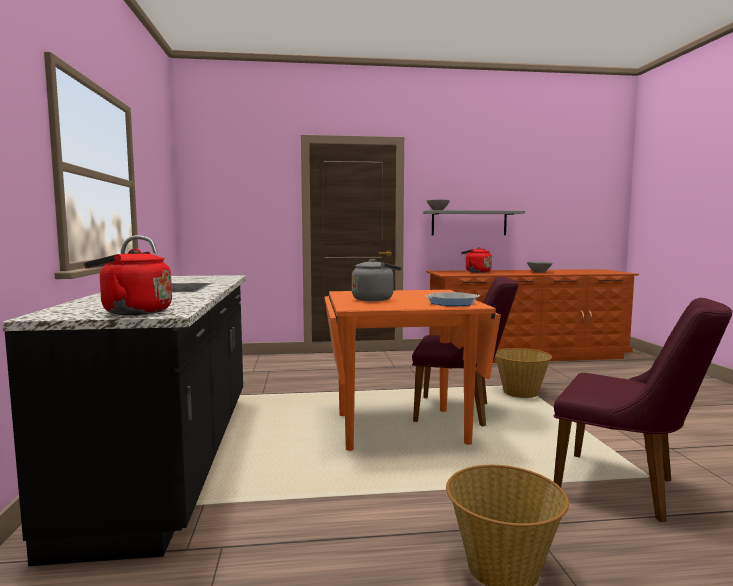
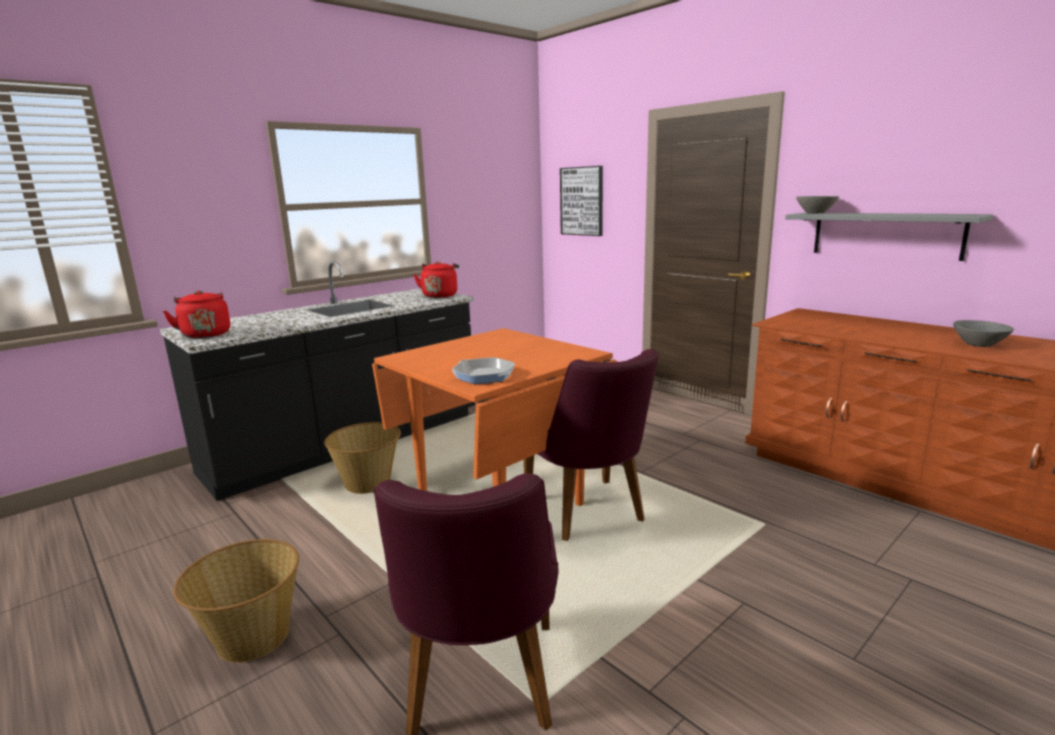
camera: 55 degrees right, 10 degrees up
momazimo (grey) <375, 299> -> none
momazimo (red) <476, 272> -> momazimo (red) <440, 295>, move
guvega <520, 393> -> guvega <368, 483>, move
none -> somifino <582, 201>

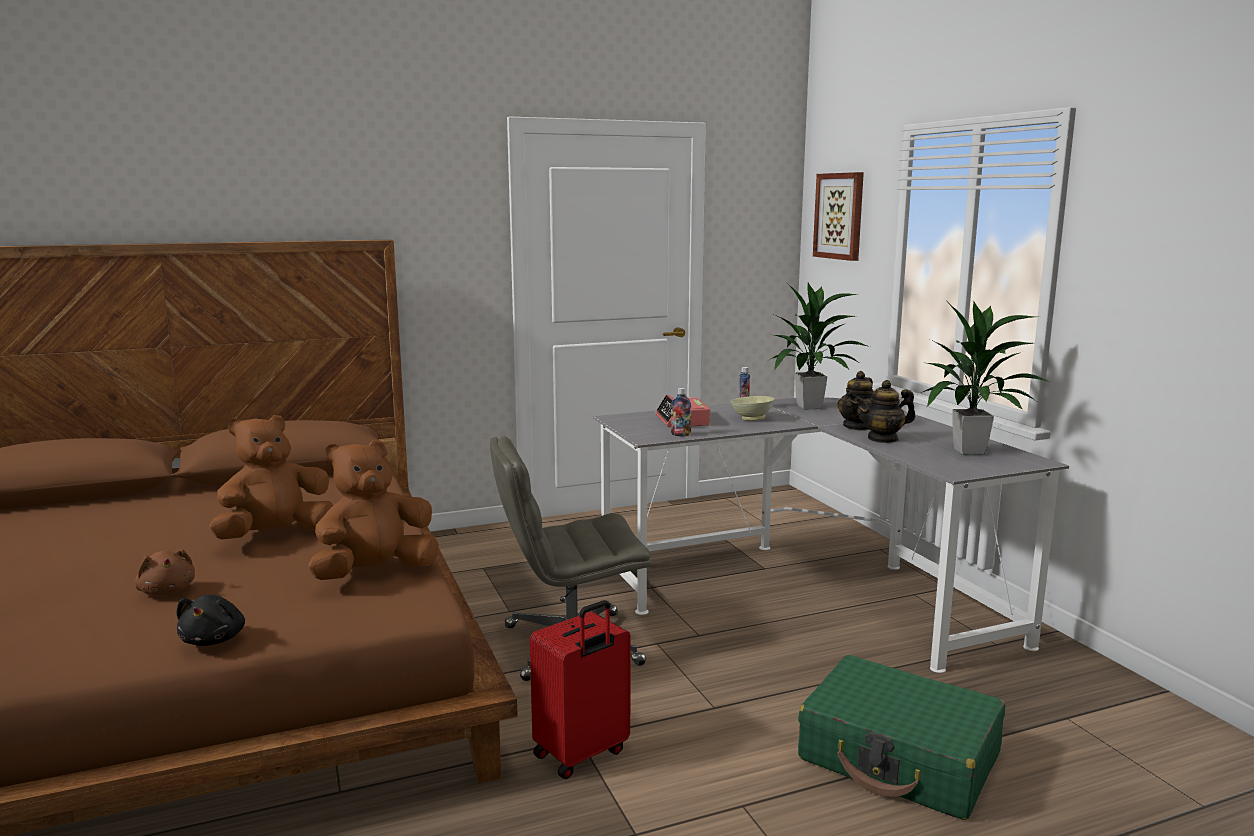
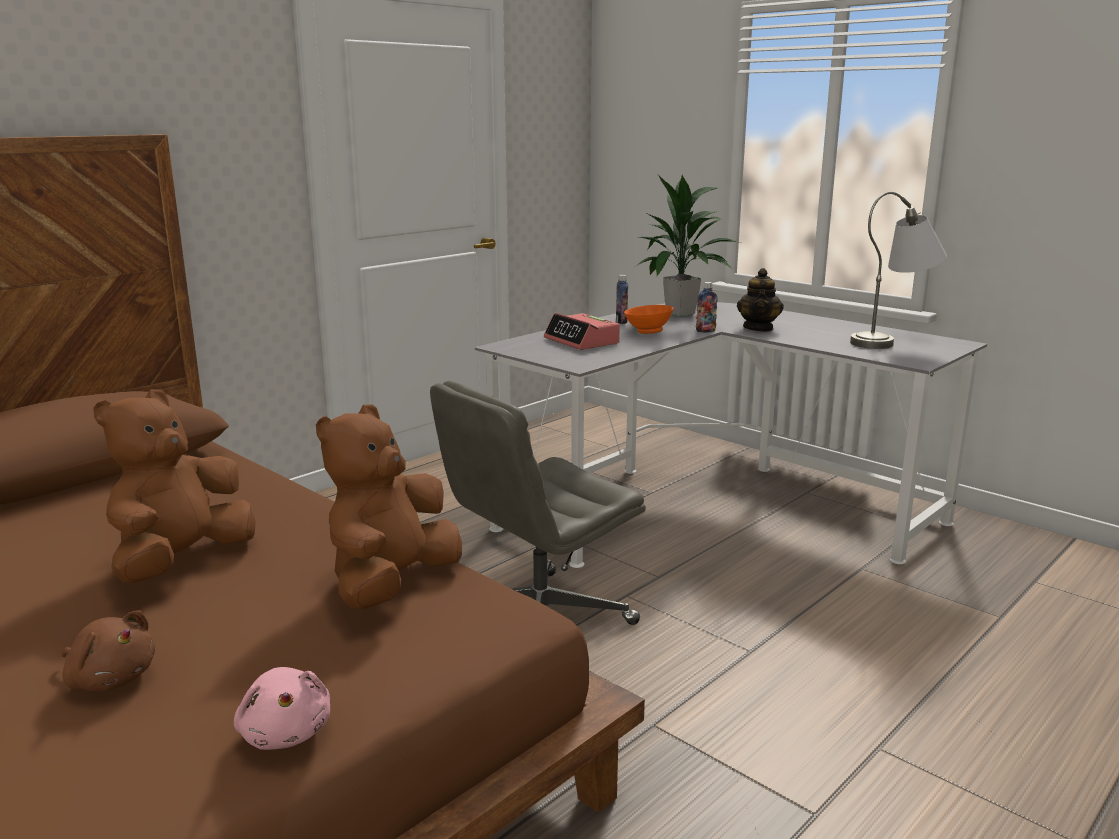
camera: 25 degrees left, 5 degrees up
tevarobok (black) <214, 640> -> tevarobok (pink) <286, 732>
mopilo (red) <582, 754> -> none
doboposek <680, 435> -> doboposek <705, 331>, move
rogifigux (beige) <751, 419> -> rogifigux (orange) <647, 331>
mopilo (green) <899, 758> -> none
somifino <840, 216> -> none
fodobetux <883, 439> -> none
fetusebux <971, 451> -> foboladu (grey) <893, 340>

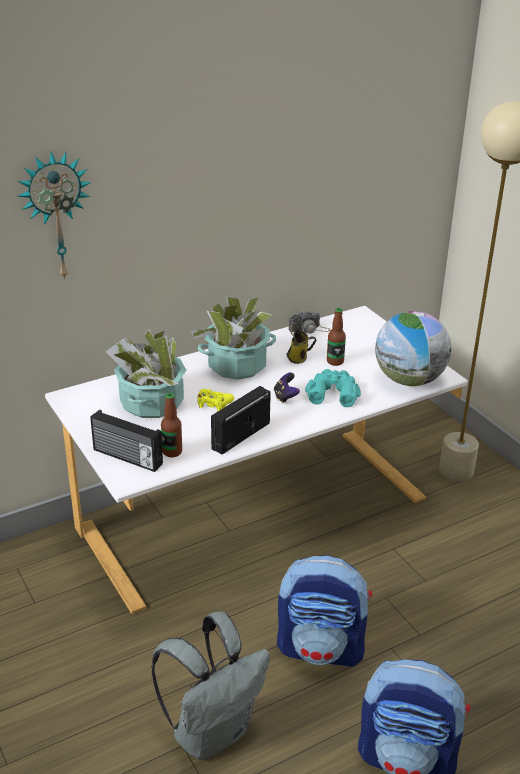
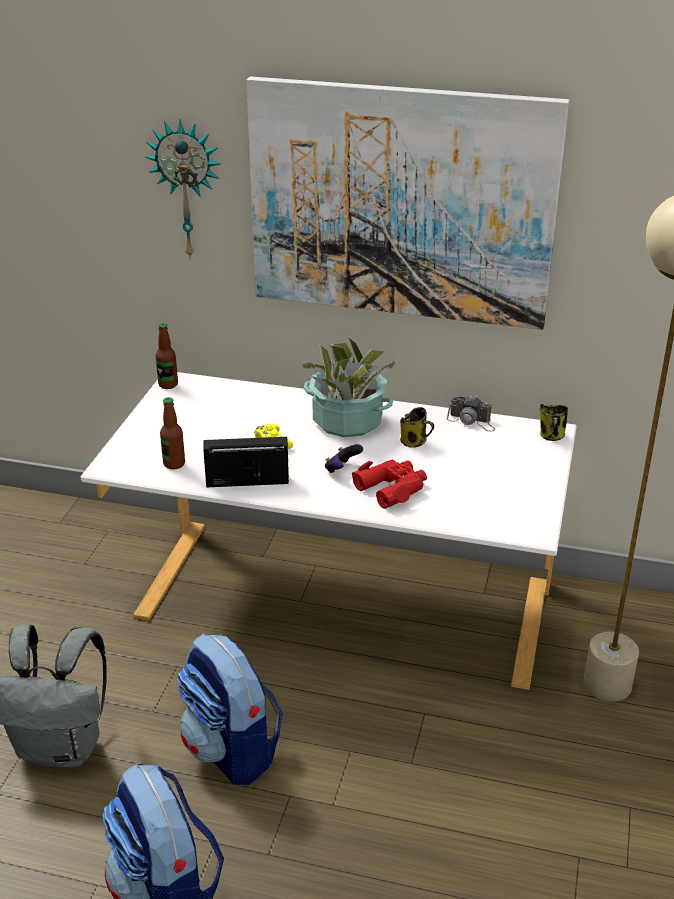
camera: 45 degrees right, 0 degrees up
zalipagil <127, 458> -> none
fetusebux <151, 403> -> none
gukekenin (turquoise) <333, 392> -> gukekenin (red) <392, 488>
doboposek <335, 361> -> doboposek <168, 384>, move
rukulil <409, 380> -> none
none -> somifino <401, 204>
none -> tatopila <552, 436>

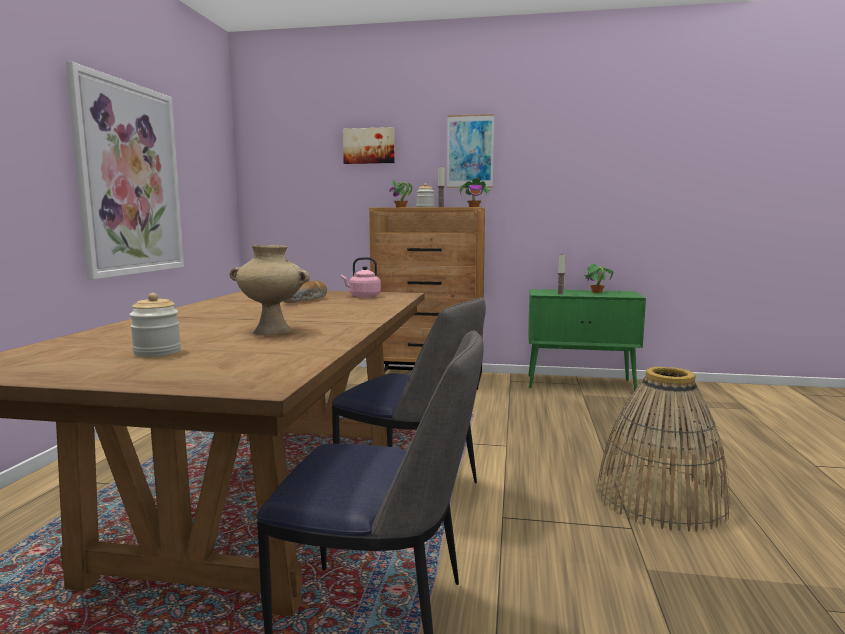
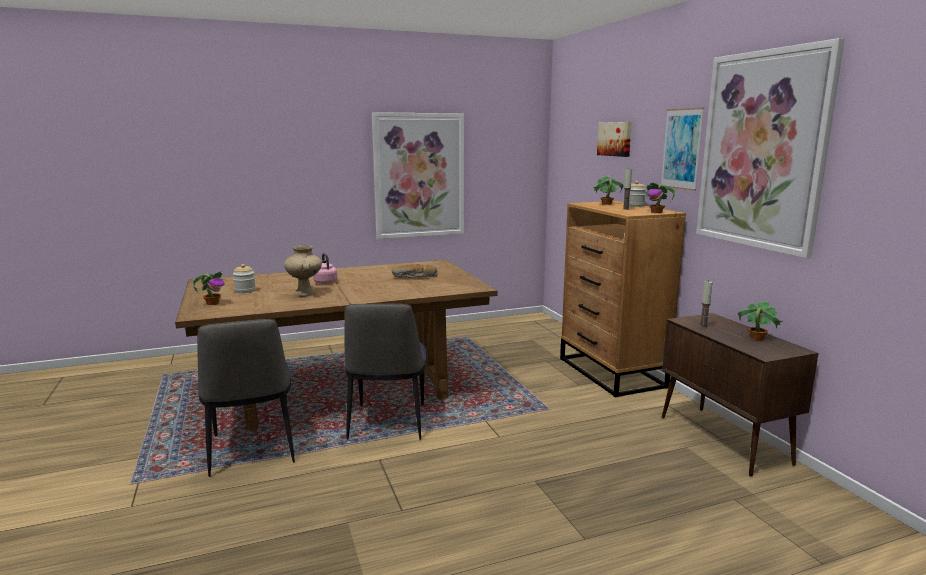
camera: 60 degrees right, 5 degrees up
momazimo (pink) <363, 296> -> momazimo (pink) <325, 282>, move
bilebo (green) <581, 384> -> bilebo (brown) <724, 440>
guvega <660, 498> -> none
none -> fetusebux <212, 303>
none -> somifino <762, 150>

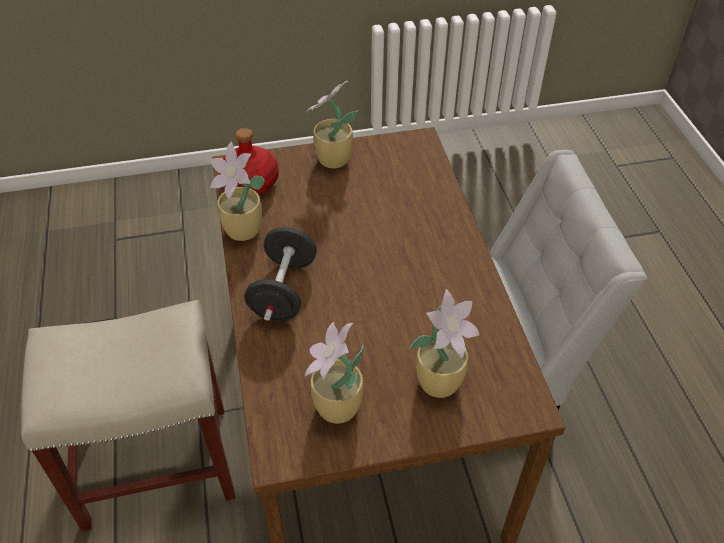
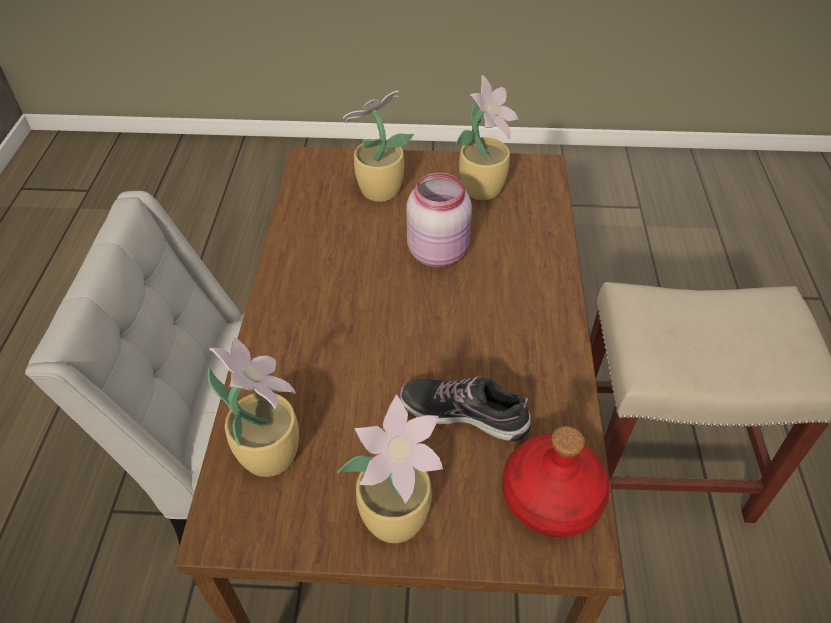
camera: 165 degrees left, 0 degrees up
fetusebux <243, 231> -> fetusebux <270, 452>, move
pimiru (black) <283, 291> -> none
none -> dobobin <464, 413>
none -> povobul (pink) <439, 251>

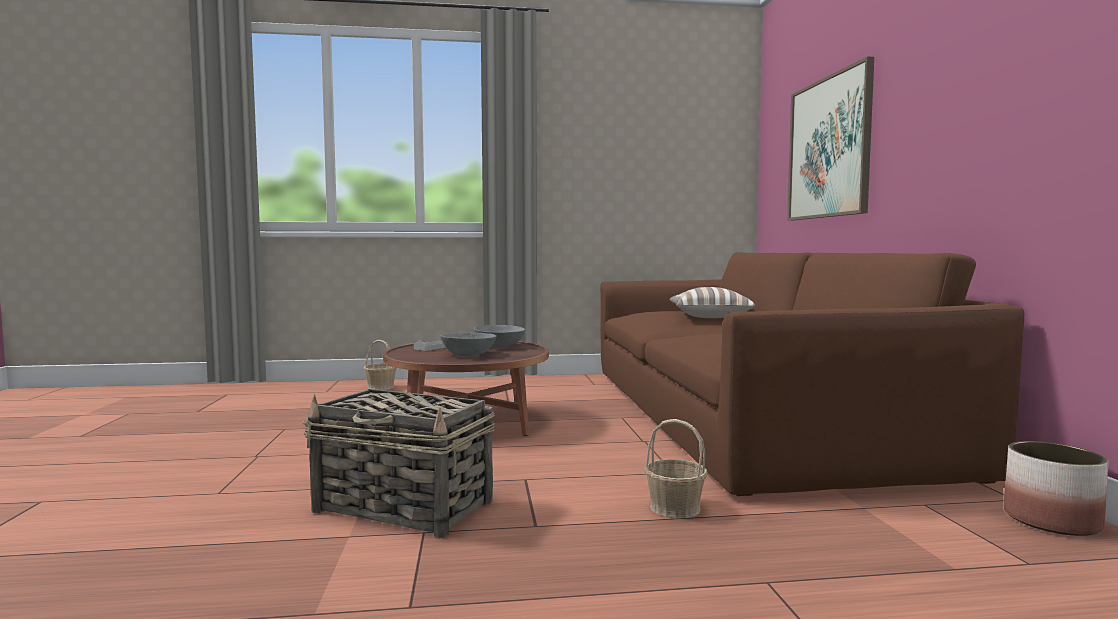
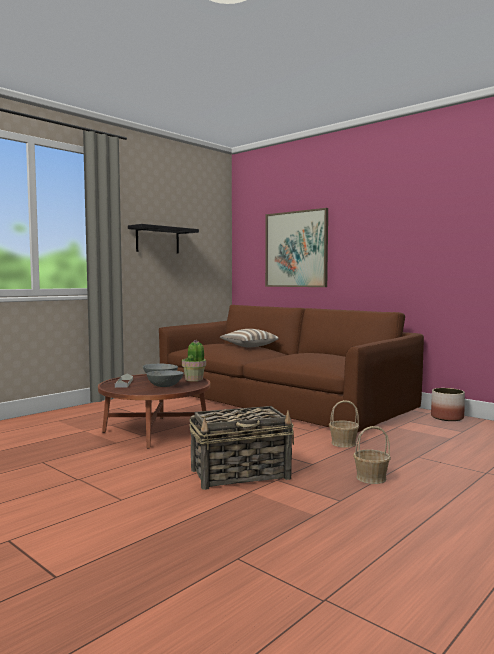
camera: 40 degrees left, 0 degrees up
guvega <380, 387> -> guvega <371, 478>, move
none -> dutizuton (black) <157, 240>
none -> fetusebux <194, 379>

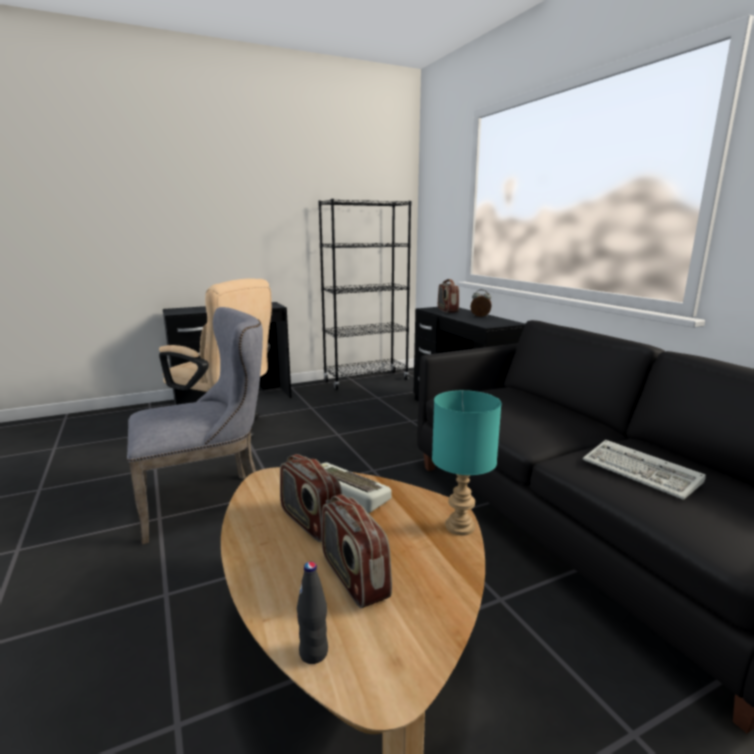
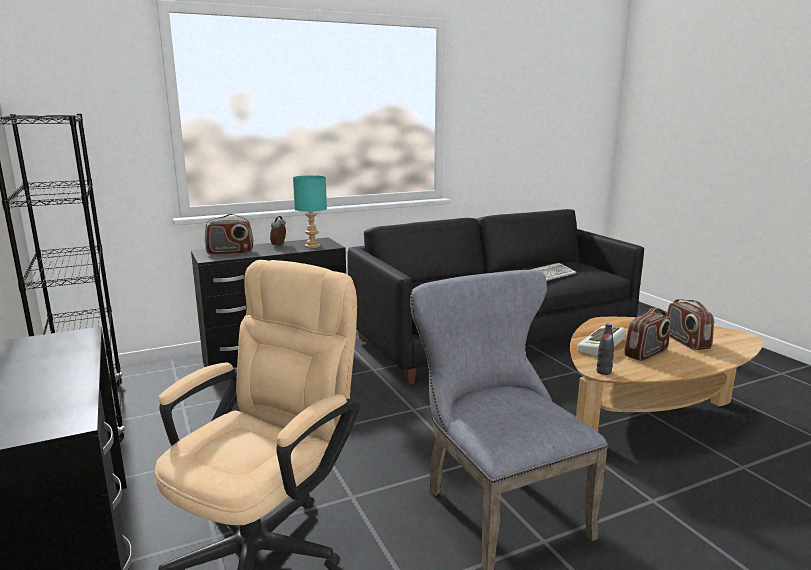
camera: 90 degrees left, 0 degrees up
doboposek (black) <314, 653> -> doboposek (black) <603, 372>, move
zalipagil <353, 577> -> zalipagil <685, 342>, 105 degrees clockwise
foboladu (turquoise) <460, 526> -> foboladu (turquoise) <311, 246>, move

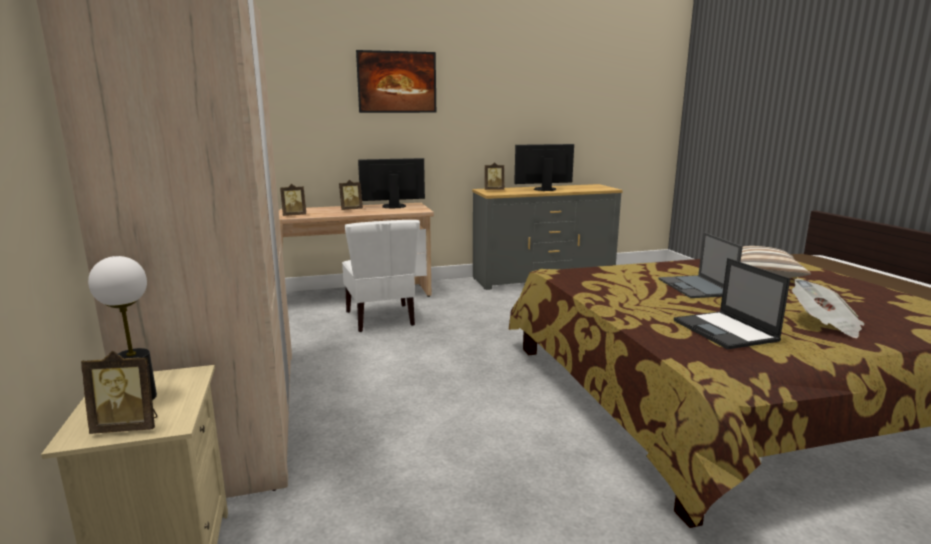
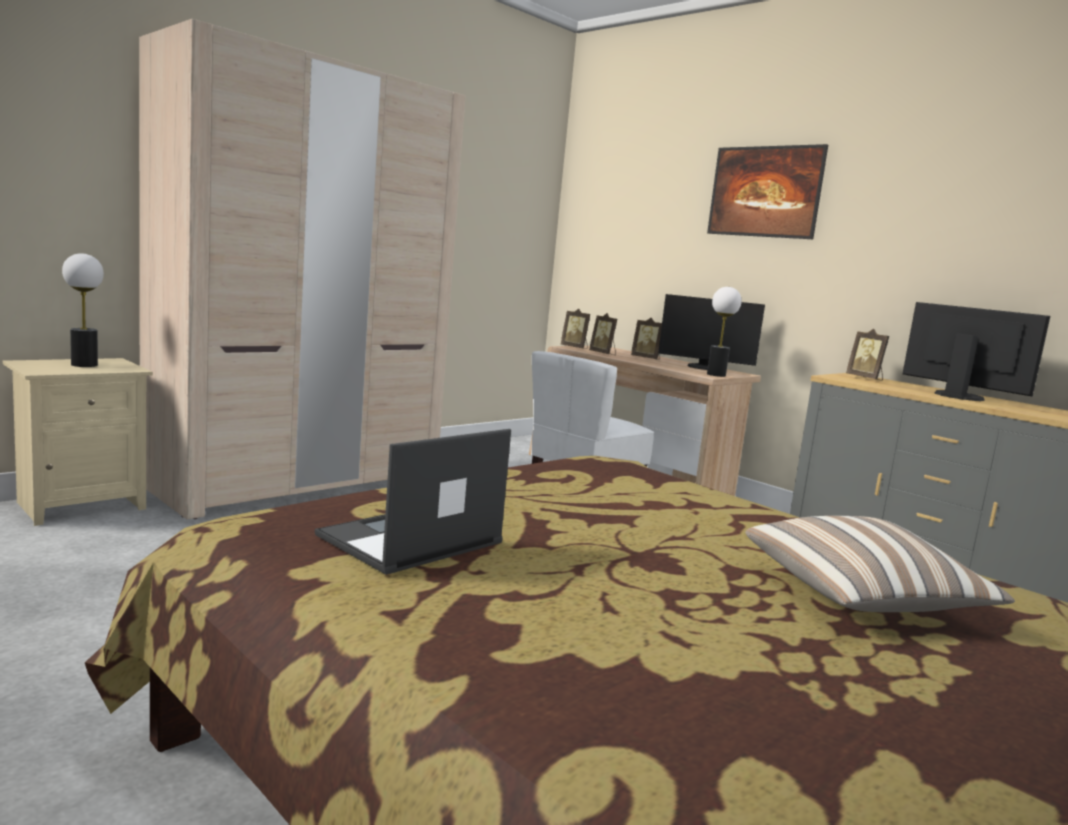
camera: 60 degrees right, 5 degrees down
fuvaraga <128, 427> -> fuvaraga <603, 353>, move
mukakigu <393, 206> -> mukakigu <705, 368>, 150 degrees clockwise
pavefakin <696, 287> -> none
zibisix <825, 325> -> none
none -> foboladu <716, 375>

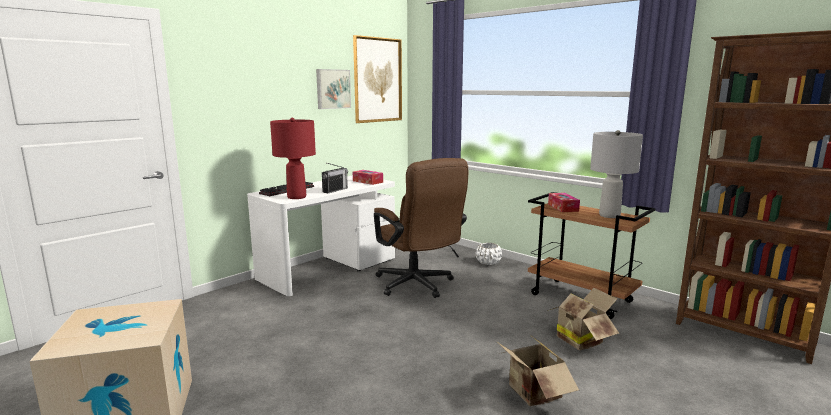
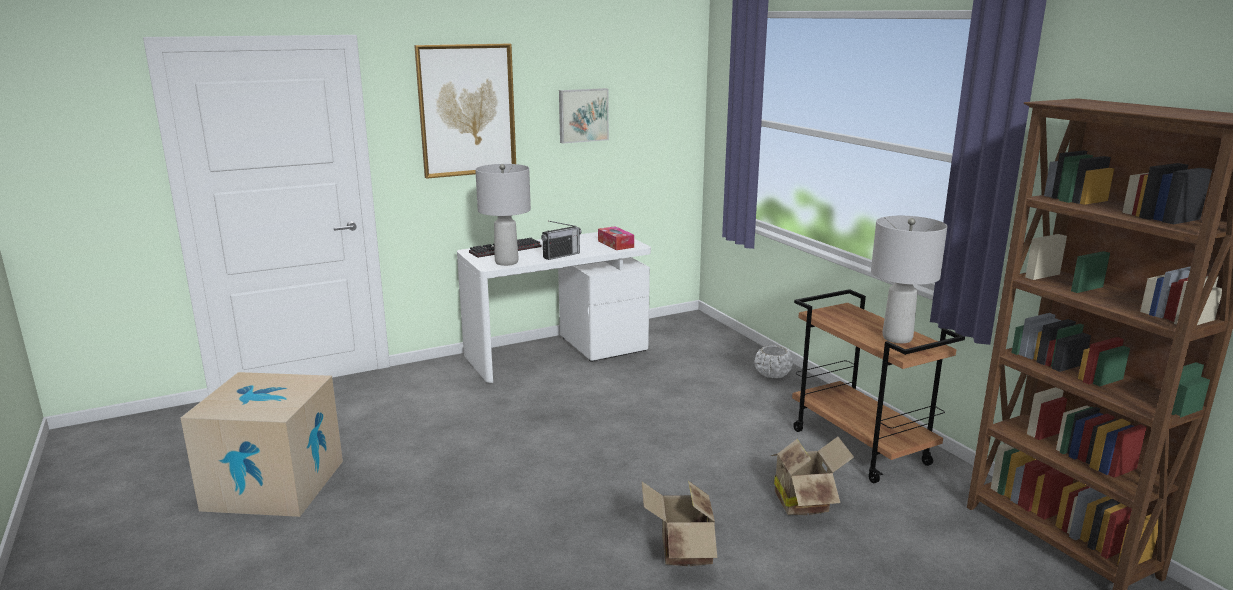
camera: 20 degrees right, 5 degrees up
foboladu (red) <296, 197> -> foboladu (grey) <506, 262>
somifino <377, 80> -> somifino <467, 110>, move
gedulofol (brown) <418, 286> -> none
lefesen <563, 207> -> none

